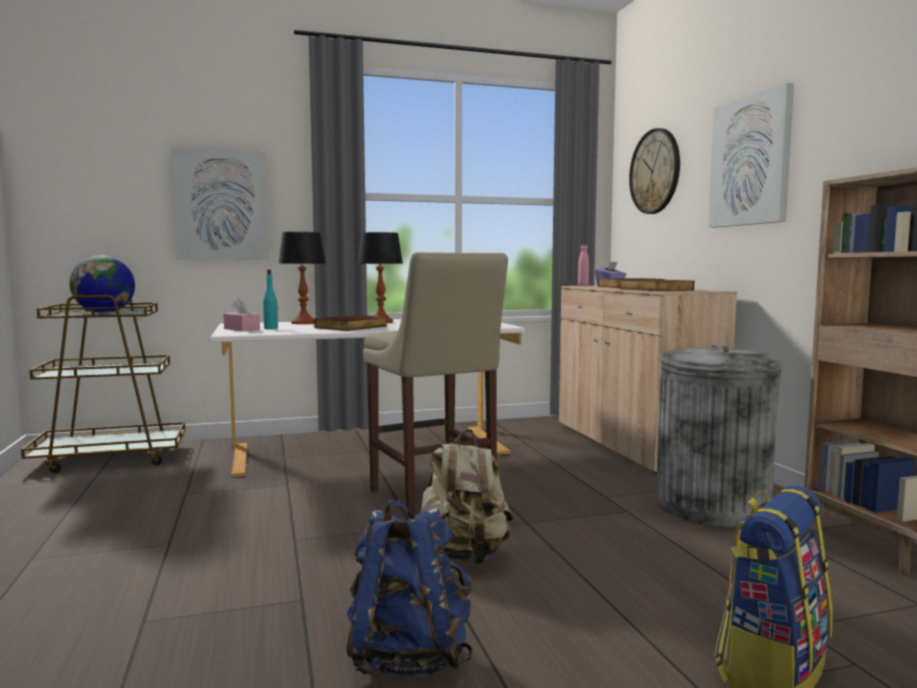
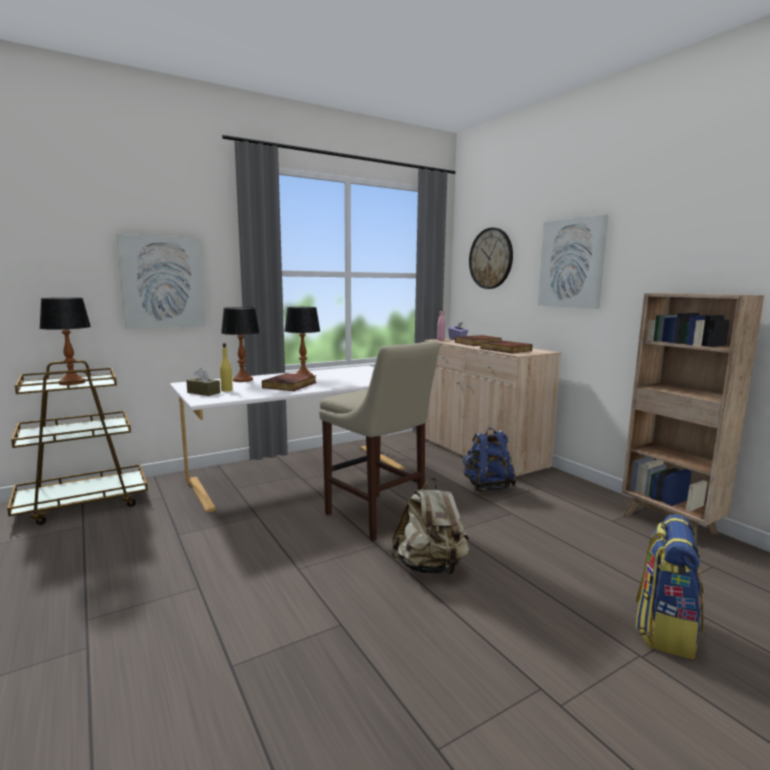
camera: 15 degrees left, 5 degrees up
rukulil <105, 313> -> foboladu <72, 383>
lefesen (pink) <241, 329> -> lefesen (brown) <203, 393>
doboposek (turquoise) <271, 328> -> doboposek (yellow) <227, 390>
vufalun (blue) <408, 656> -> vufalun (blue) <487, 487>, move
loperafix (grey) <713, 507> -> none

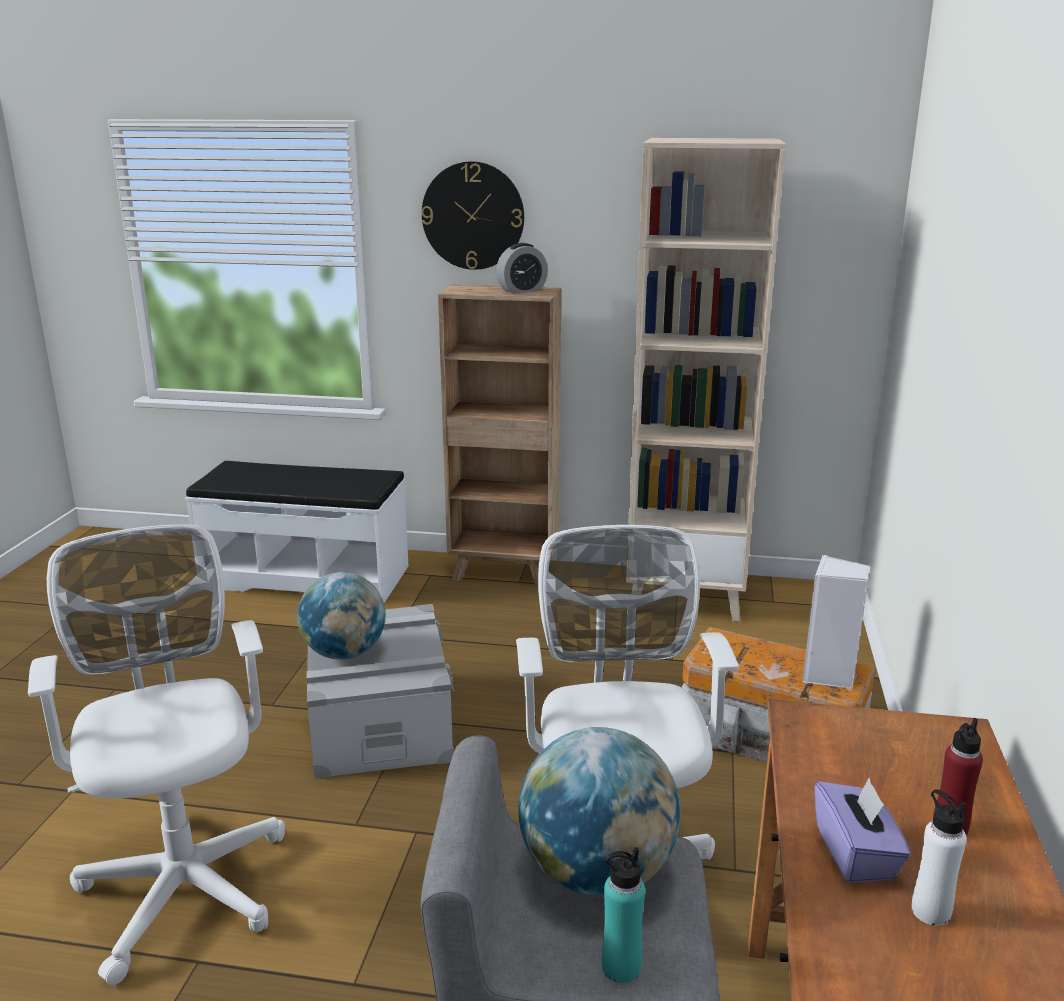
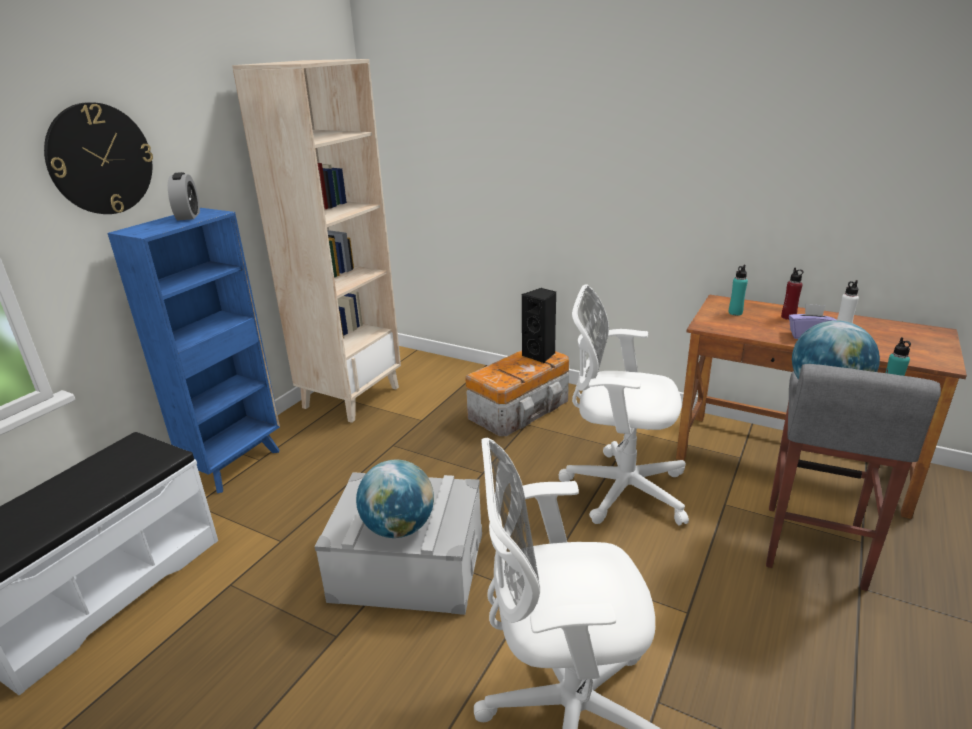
camera: 70 degrees left, 5 degrees up
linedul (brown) <504, 572> -> linedul (blue) <236, 464>
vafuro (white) <828, 675> -> vafuro (black) <540, 355>
none -> doboposek (turquoise) <735, 313>

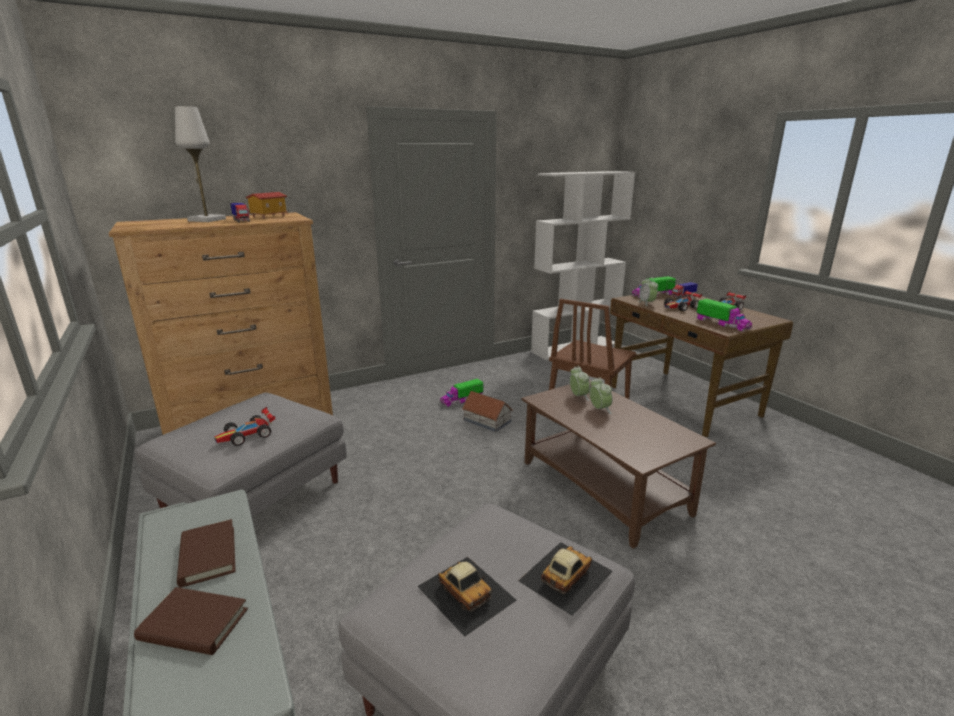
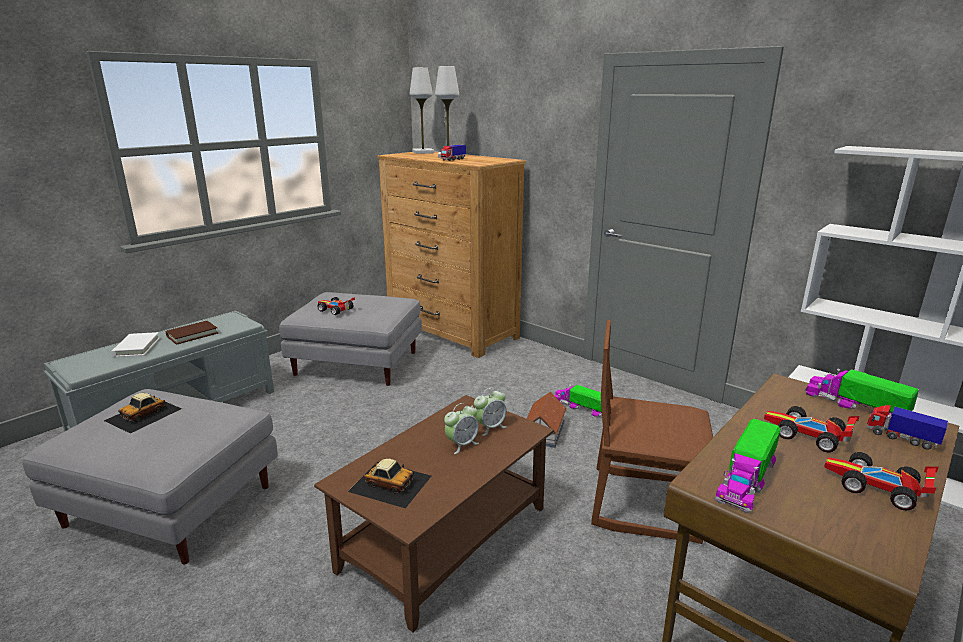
camera: 70 degrees right, 0 degrees up
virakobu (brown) <193, 625> -> virakobu (white) <136, 347>
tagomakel <269, 216> -> none
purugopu <565, 576> -> purugopu <390, 483>, move
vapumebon <646, 303> -> none
none -> foboladu (white) <423, 152>

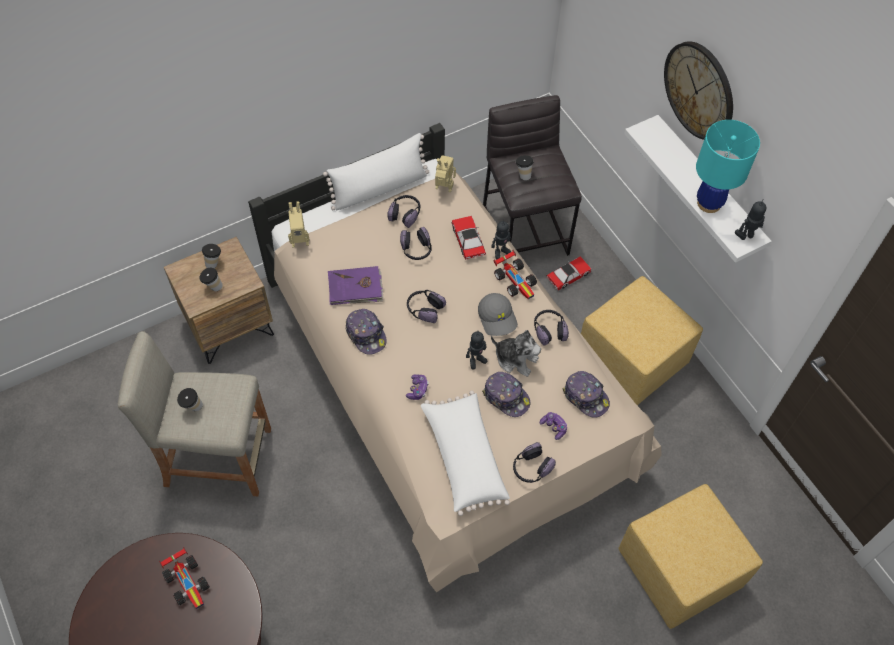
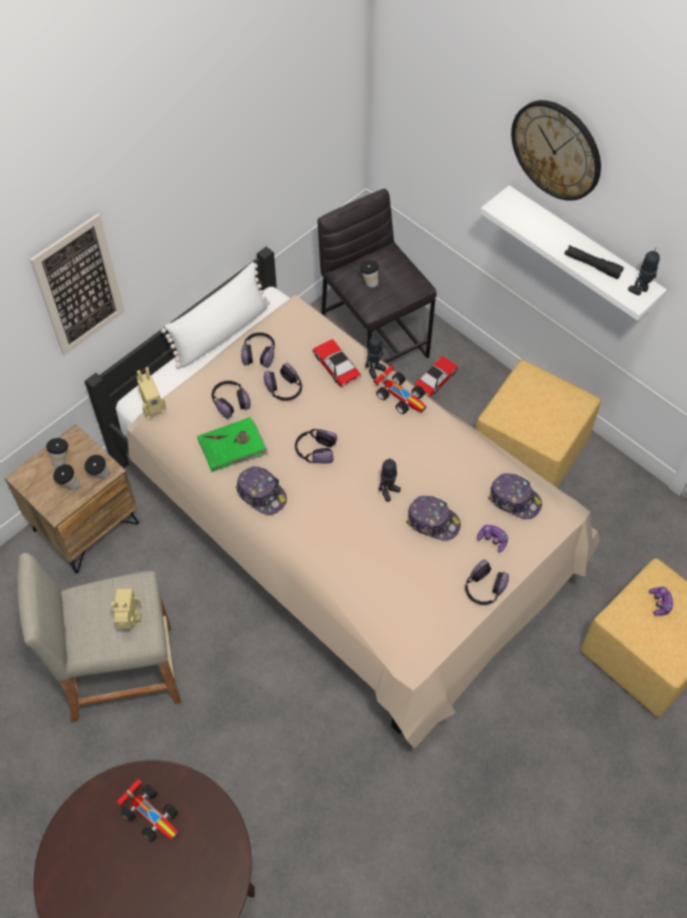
camera: 15 degrees left, 0 degrees up
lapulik <192, 408> -> lapulik <100, 476>, move
virakobu (purple) <355, 288> -> virakobu (green) <232, 447>
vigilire <417, 389> -> vigilire <660, 603>, move
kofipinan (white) <463, 458> -> none
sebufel <443, 189> -> sebufel <130, 624>, move
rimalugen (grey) <498, 318> -> none
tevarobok <515, 359> -> none
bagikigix <549, 330> -> bagikigix <230, 402>, move
foboladu (turquoise) <709, 203> -> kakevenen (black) <592, 265>
none -> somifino <79, 286>

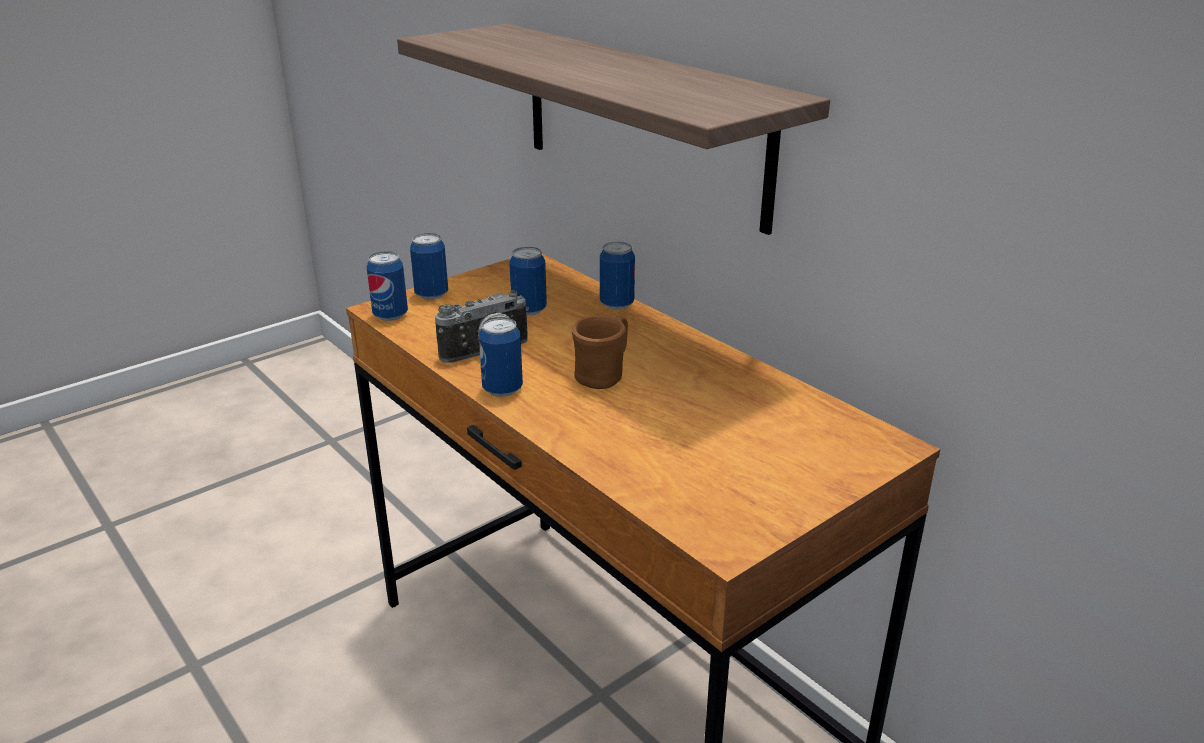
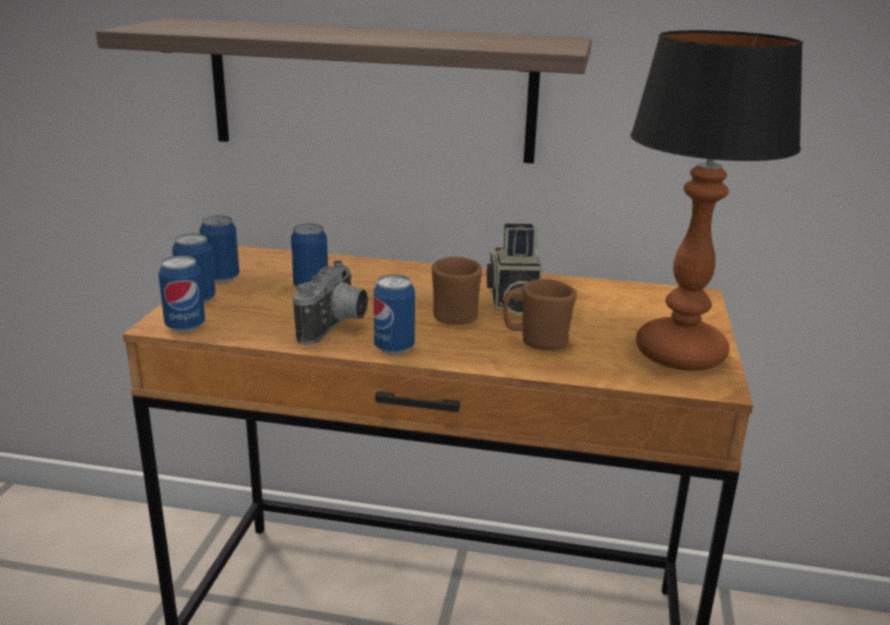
camera: 40 degrees left, 5 degrees down
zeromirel <616, 304> -> zeromirel <222, 278>, move
none -> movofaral <512, 301>
none -> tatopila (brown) <536, 342>
none -> foboladu <682, 353>

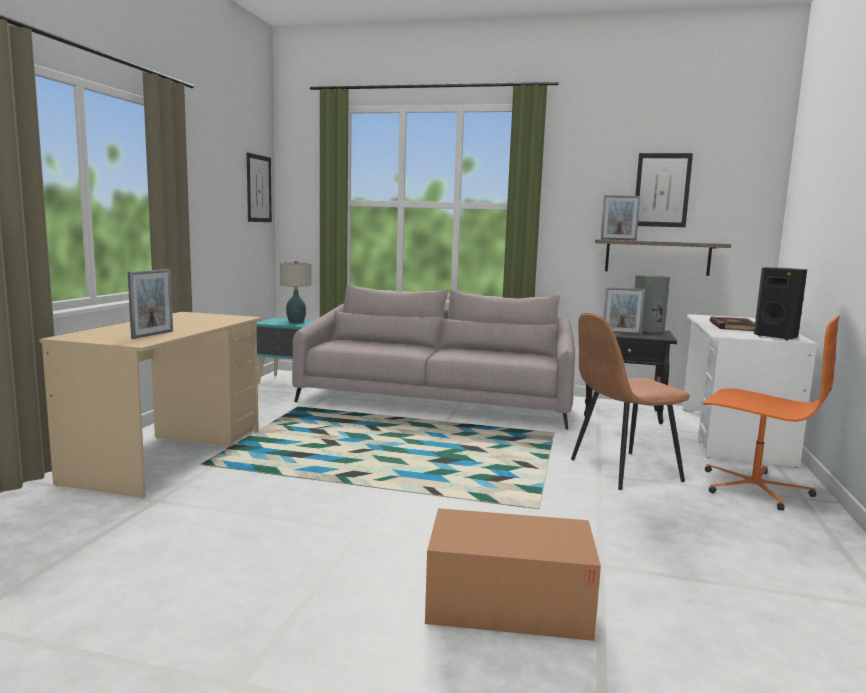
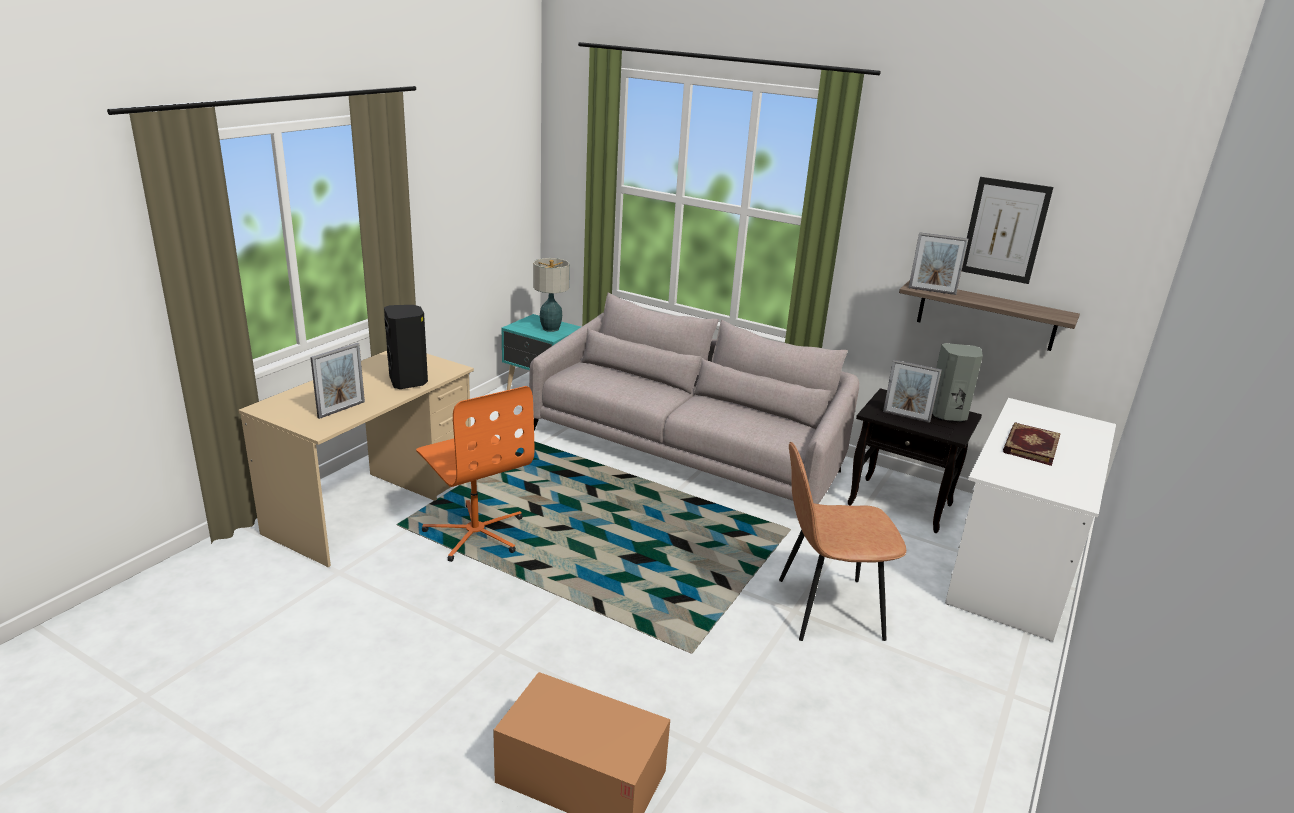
camera: 15 degrees right, 15 degrees up
somifino <259, 188> -> none
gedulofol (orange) <754, 488> -> gedulofol (orange) <476, 533>, move
vafuro (black) <777, 337> -> vafuro (black) <409, 381>, move

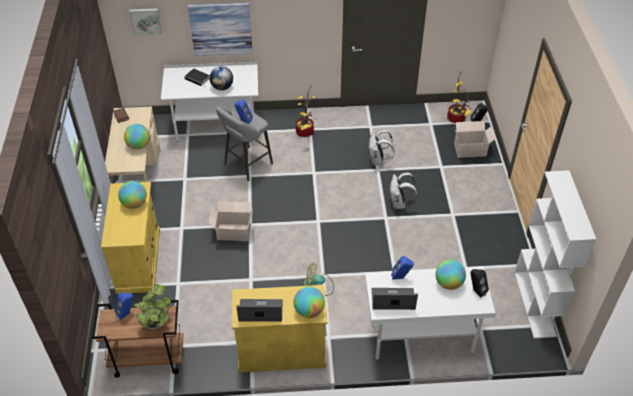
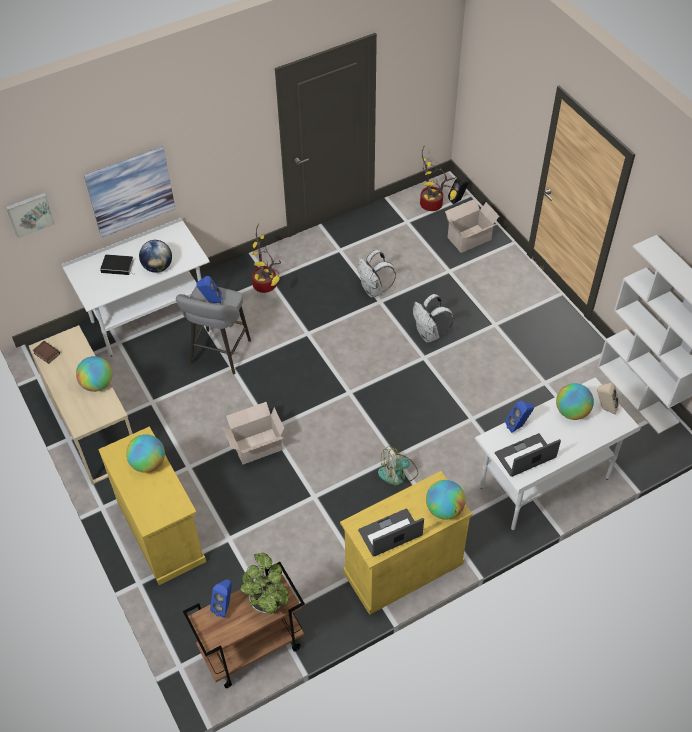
camera: 25 degrees left, 5 degrees up
vafuro (black) <476, 290> -> vafuro (beige) <604, 408>

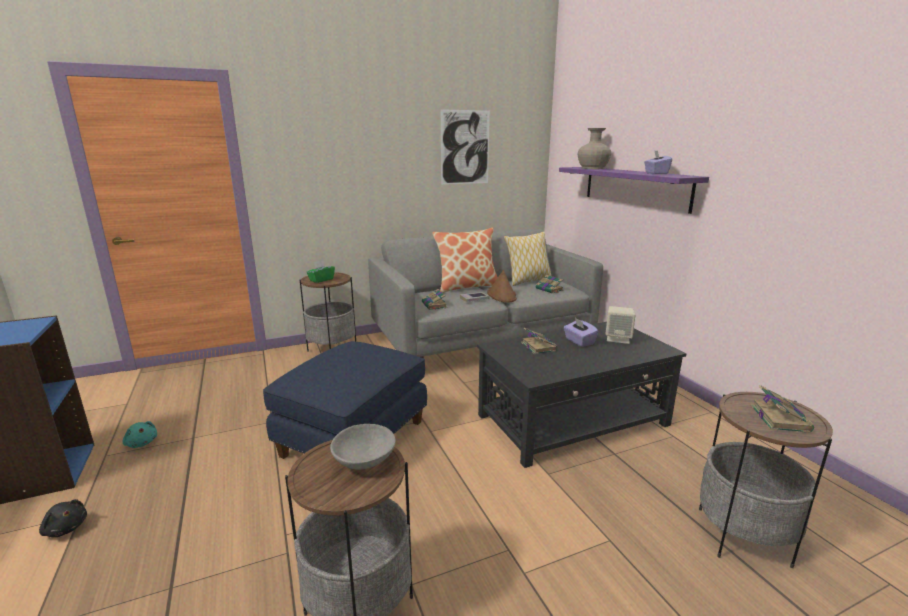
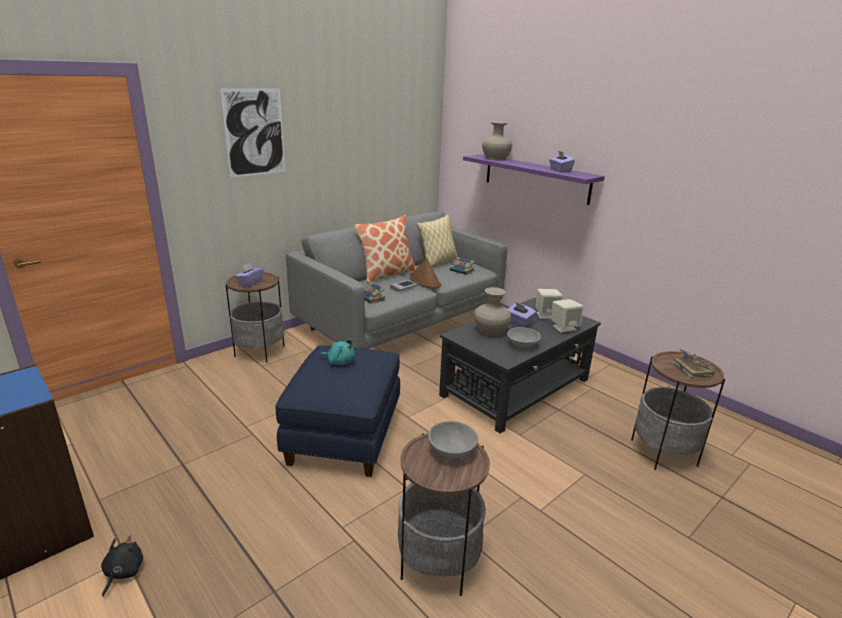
camera: 20 degrees left, 5 degrees up
tevarobok (black) <66, 528> -> tevarobok (black) <122, 572>, 90 degrees counterclockwise
tevarobok (turquoise) <142, 443> -> tevarobok (turquoise) <339, 361>, move
lefesen (green) <321, 280> -> lefesen (purple) <250, 283>
somifino <465, 147> -> somifino <254, 132>, move
virakobu <538, 346> -> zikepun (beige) <491, 330>
none -> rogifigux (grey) <523, 345>
none -> vafuro (beige) <564, 327>

